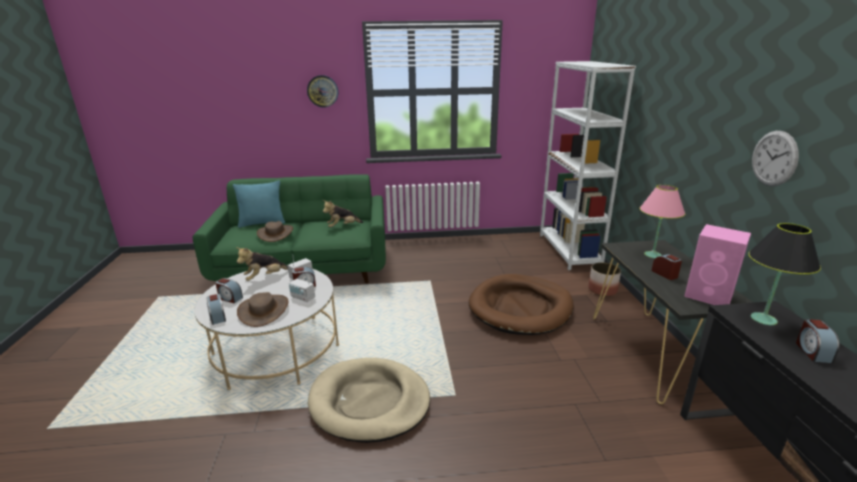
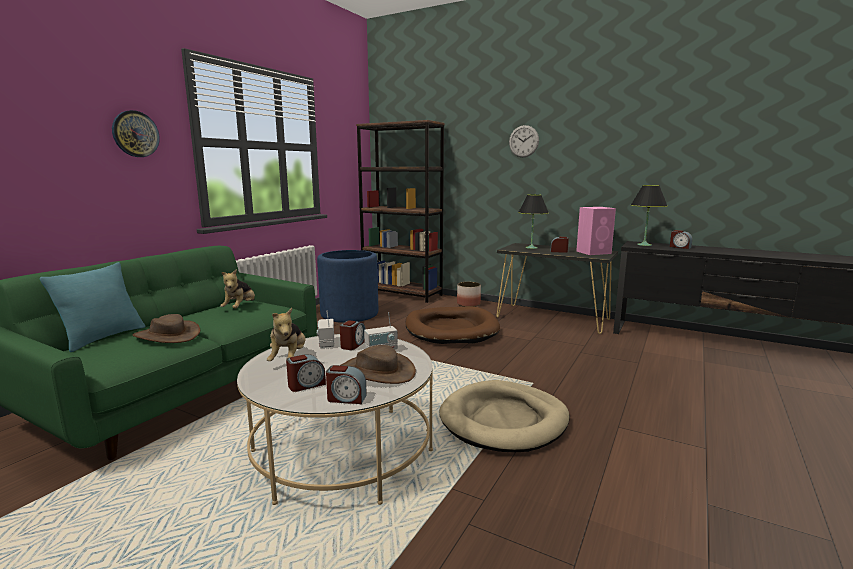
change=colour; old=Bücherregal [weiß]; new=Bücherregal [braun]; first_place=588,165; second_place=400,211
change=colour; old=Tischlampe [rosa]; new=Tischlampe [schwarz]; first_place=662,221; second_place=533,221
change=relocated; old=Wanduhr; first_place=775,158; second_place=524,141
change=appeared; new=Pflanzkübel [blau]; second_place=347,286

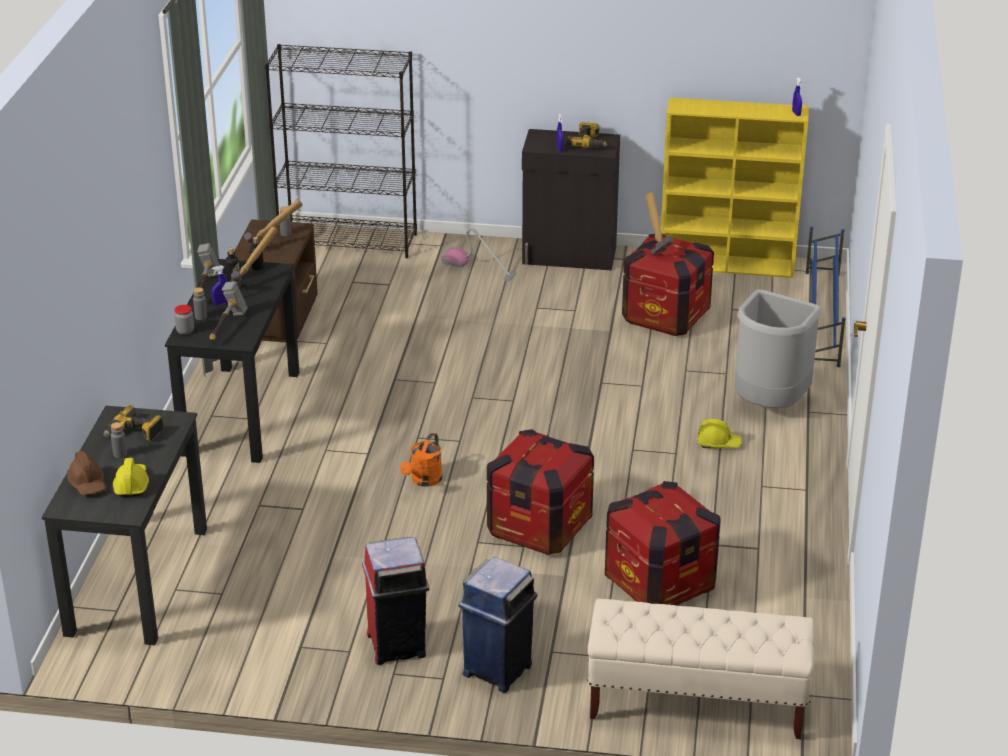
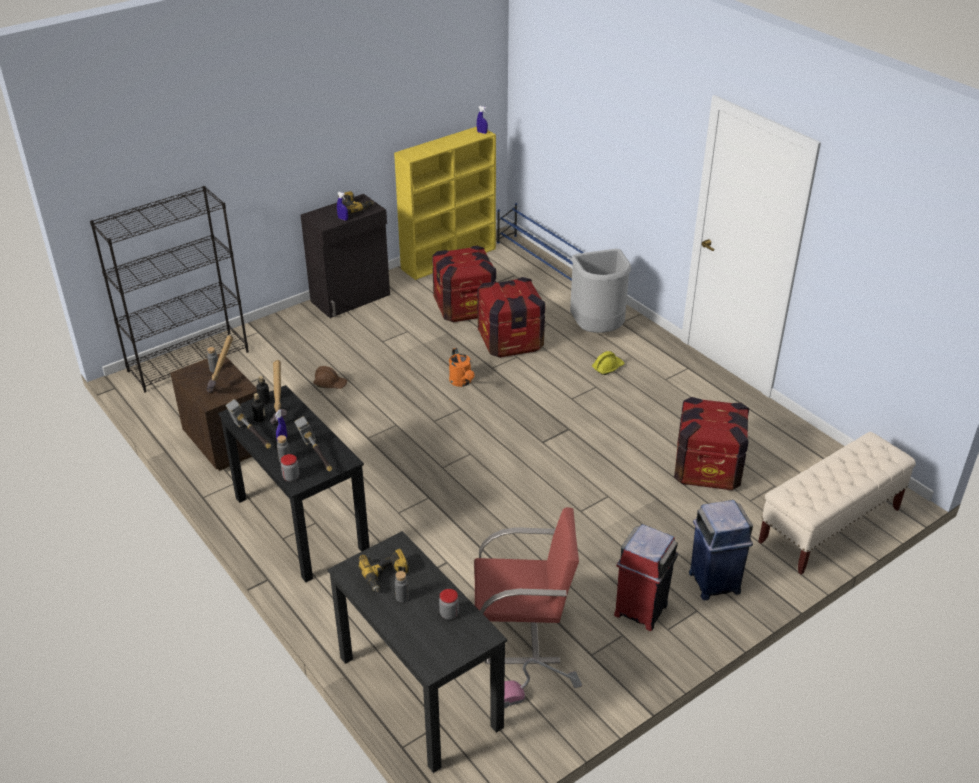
change=relocated; old=Schutzhelm [braun]; first_place=86,473; second_place=331,377
change=exchanged; old=Schutzhelm [gelb]; new=Vorratsglas; first_place=131,477; second_place=449,604
change=relocated; old=Gießkanne [orange]; first_place=421,460; second_place=462,367
change=relocated; old=Staubsauger; first_place=478,254; second_place=543,683
change=relocated; old=Kiste; first_place=540,492; second_place=511,317
change=missing; old=Hammer; first_place=659,223
change=appeared; new=Stuhl [rot]; second_place=526,585

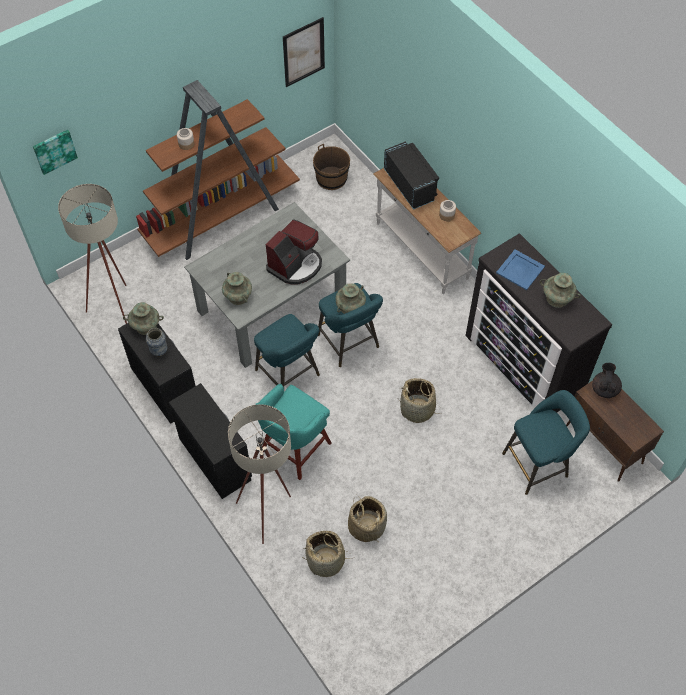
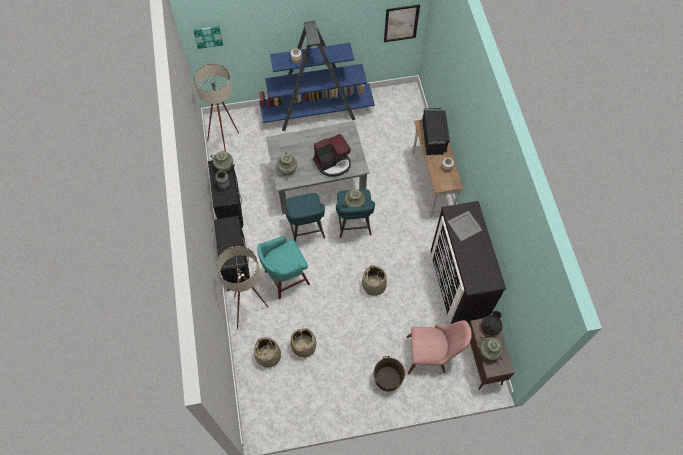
change=colour; old=Bücherregal [braun]; new=Bücherregal [blau]; first_place=218,170; second_place=317,75
change=relocated; old=Eimer [braun]; first_place=331,167; second_place=389,373
change=colour; old=Tablett [blau]; new=Tablett [grau]; first_place=520,269; second_place=464,226
change=exchanged; old=Hocker [türkis]; new=Stuhl [rosa]; first_place=546,442; second_place=439,347
change=relocated; old=Vase [türkis]; first_place=560,290; second_place=491,348

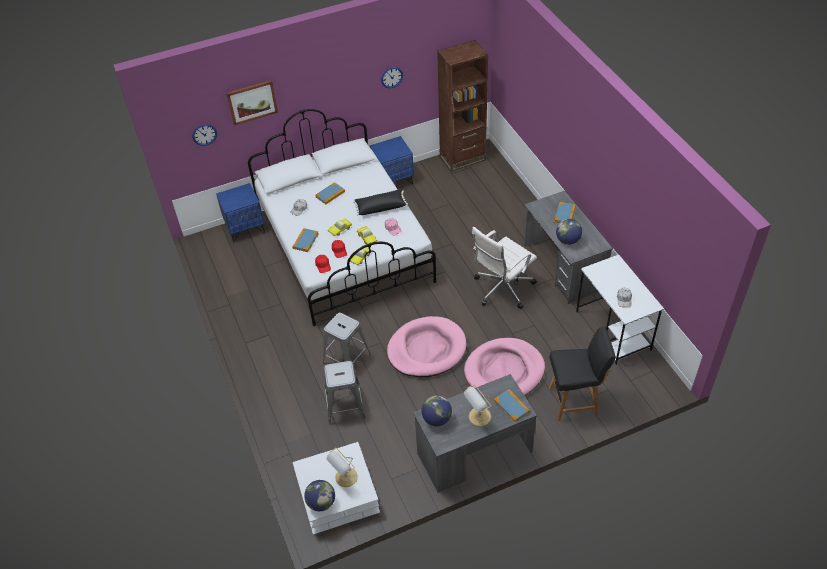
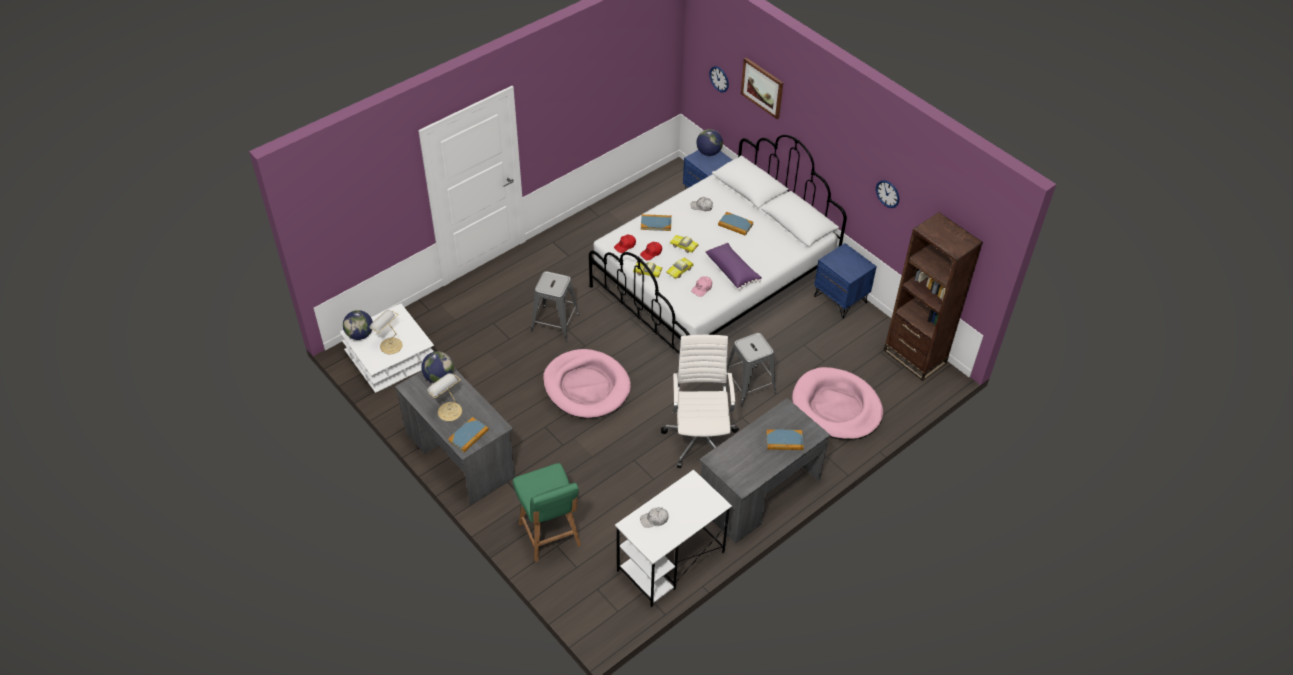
change=relocated; old=Hocker [grau]; first_place=345,392; second_place=751,370
change=colour; old=Kissen [schwarz]; new=Kissen [lila]; first_place=380,202; second_place=733,266
change=relocated; old=Hundebett [rosa]; first_place=504,367; second_place=837,403
change=spun; old=Bürostuhl [weiß]; first_place=504,268; second_place=700,401; degrees=60
change=colour; old=Stuhl [schwarz]; new=Stuhl [grün]; first_place=582,373; second_place=547,512
change=relocated; old=Globus; first_place=569,232; second_place=709,142

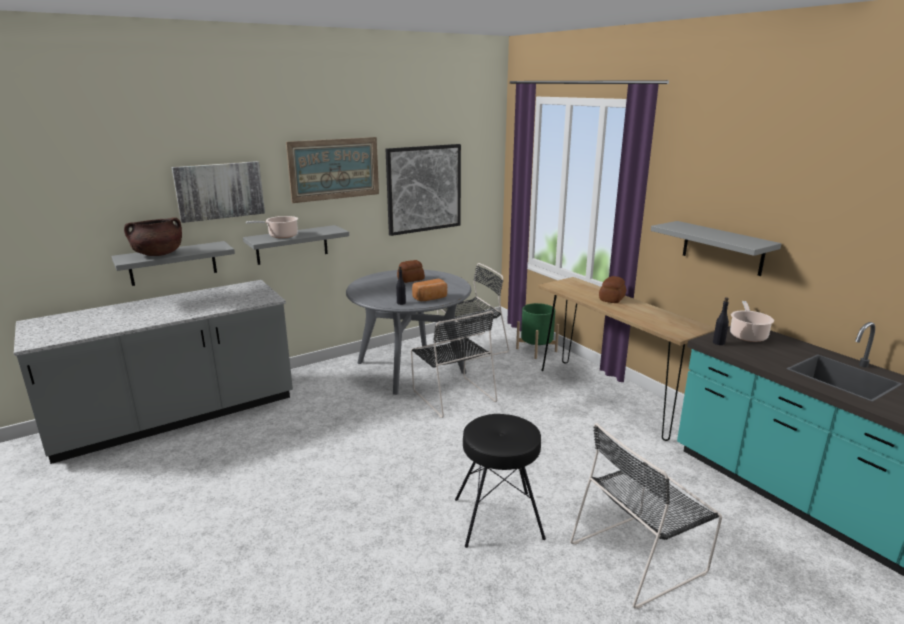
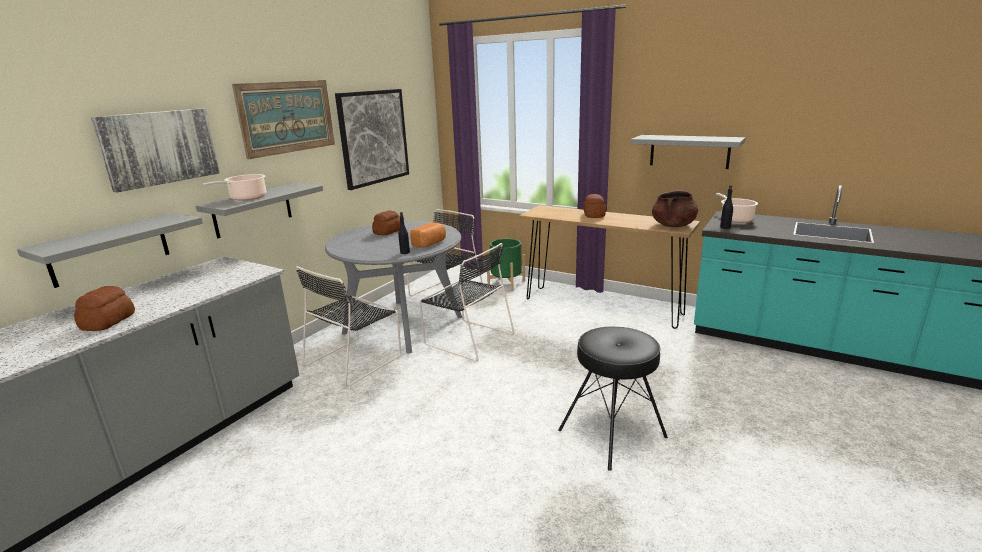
change=relocated; old=Kochtopf [braun]; first_place=153,236; second_place=675,208
change=relocated; old=Stuhl [schwarz]; first_place=646,516; second_place=348,326
change=appeared; new=Brot; second_place=104,308

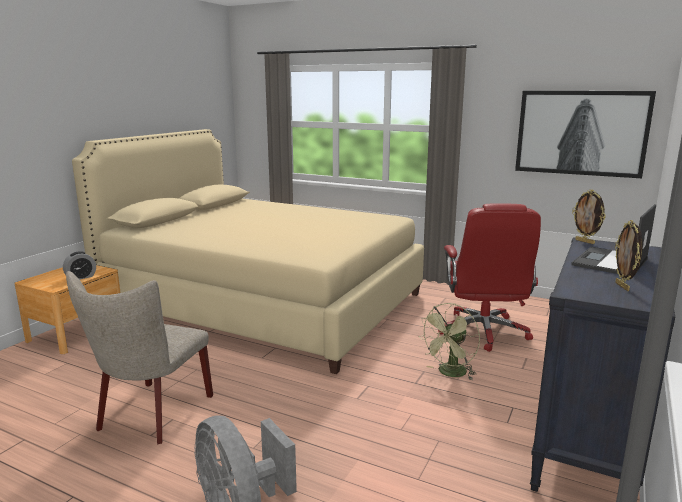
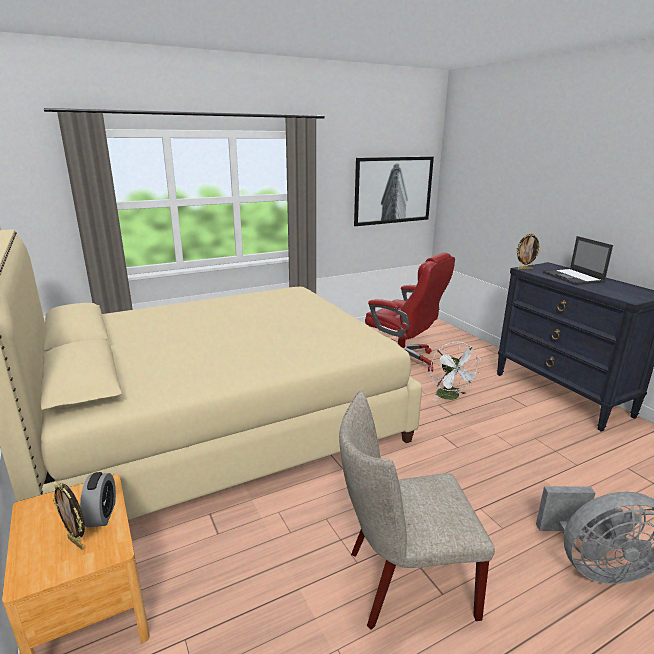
change=spun; old=Stuhl [beige]; first_place=139,357; second_place=417,510; degrees=120
change=colour; old=Ventilator [grün]; new=Ventilator [weiß]; first_place=449,341; second_place=455,371
change=relocated; old=Bilderrahmen; first_place=629,255; second_place=69,516

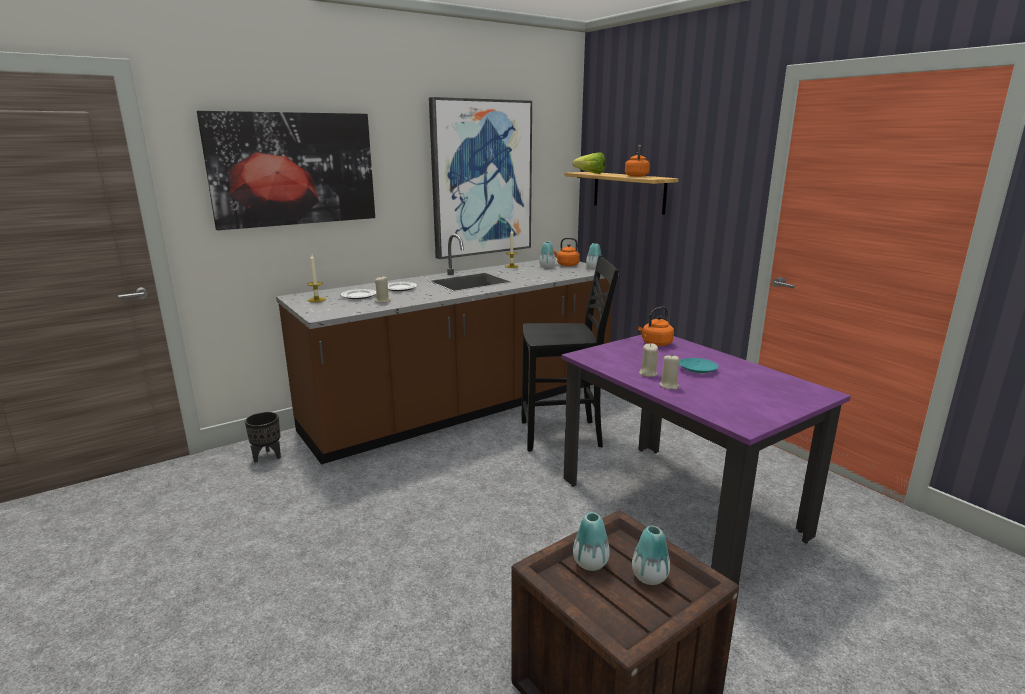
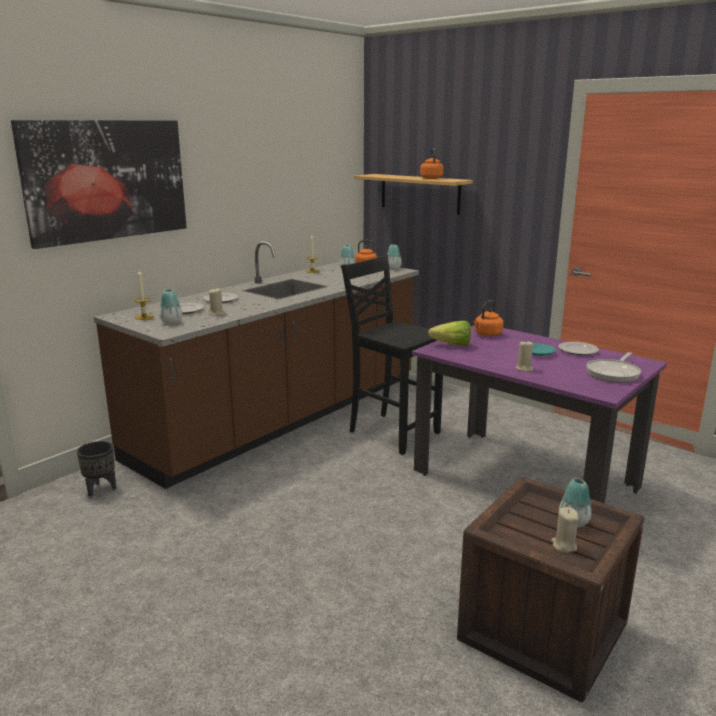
change=missing; old=Bild; first_place=480,178
change=spun; old=Stuhl [schwarz]; first_place=570,353; second_place=392,355; degrees=-120
change=relocated; old=Salatkopf; first_place=589,163; second_place=449,333
change=relocated; old=Vase; first_place=591,541; second_place=170,306
change=relocated; old=Kerze [beige]; first_place=648,360; second_place=565,530
change=appeared; new=Teller; second_place=578,348
change=appeared; new=Pfanne; second_place=613,367

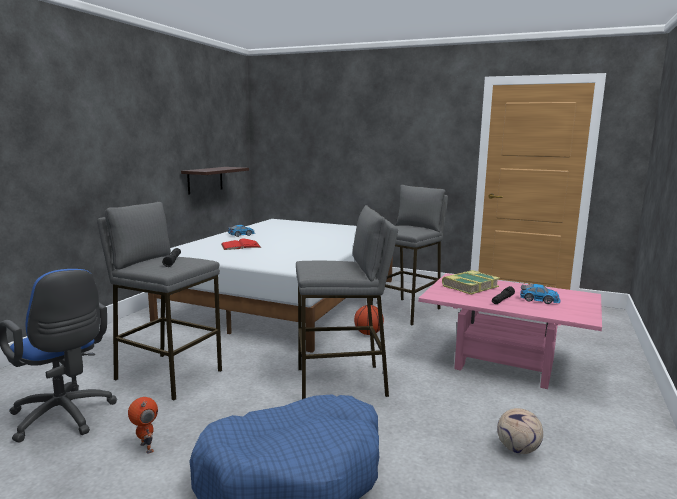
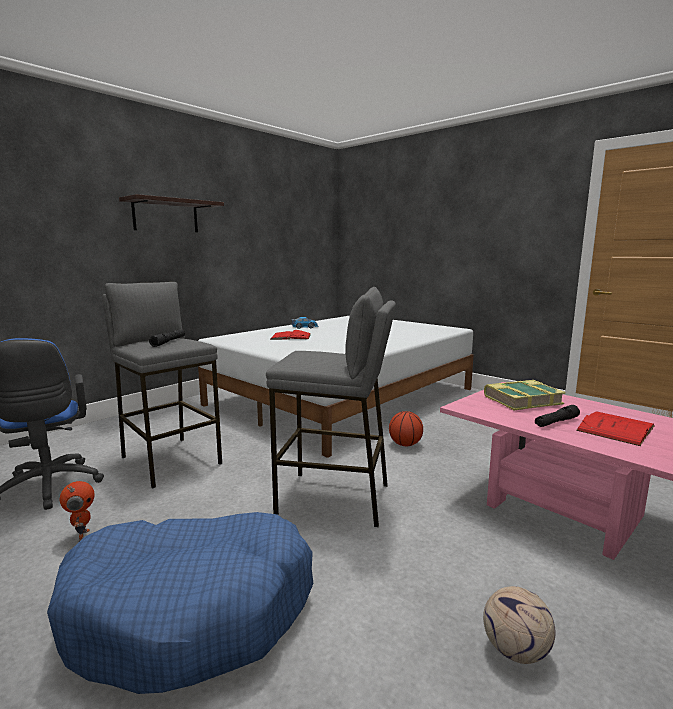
change=relocated; old=Wandregal; first_place=215,181; second_place=171,213
change=missing; old=Hocker [grau]; first_place=409,255
change=exchanged; old=Spielzeugauto; new=Buch [rot]; first_place=540,294; second_place=615,428

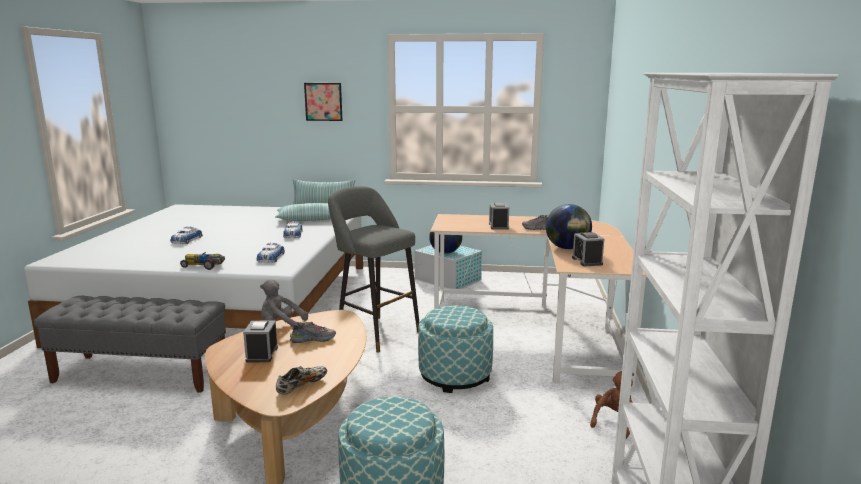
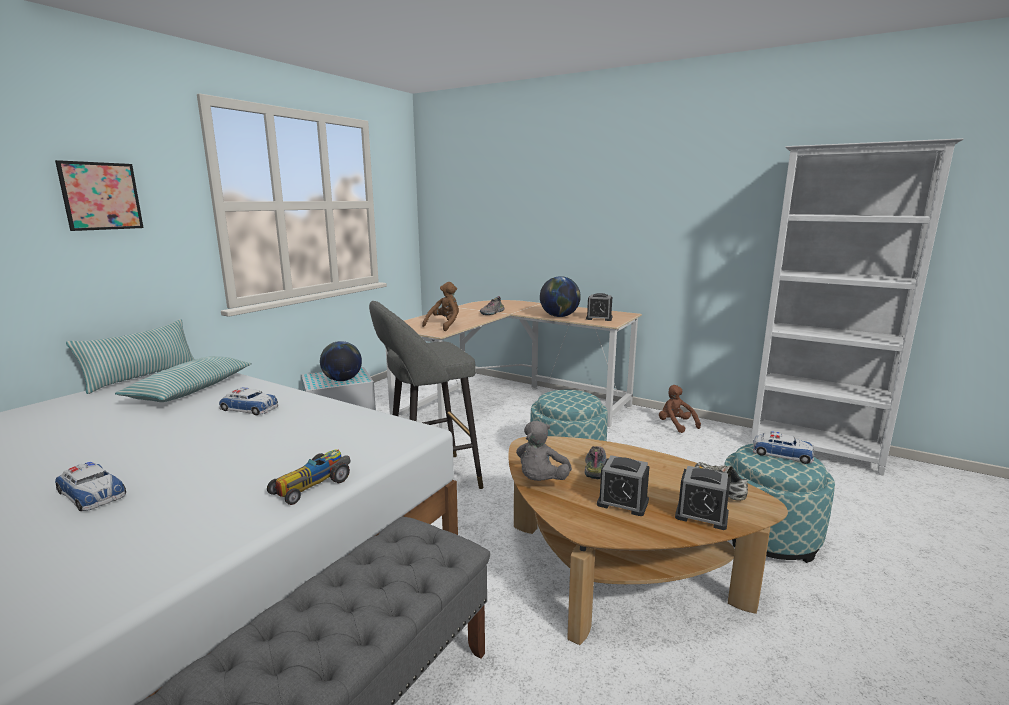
change=relocated; old=Spielzeugauto; first_place=271,253; second_place=783,447
change=relocated; old=Wecker; first_place=499,216; second_place=703,498
change=appeared; new=Plüschtier [braun]; second_place=440,306

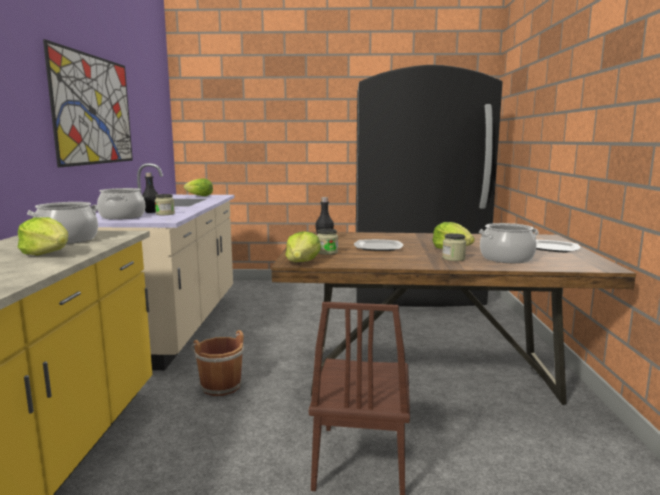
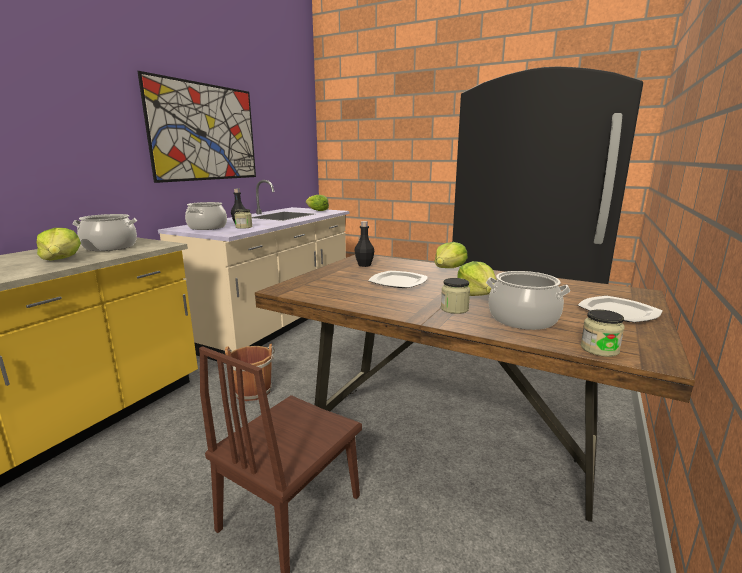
change=relocated; old=Salatkopf; first_place=303,246; second_place=451,255
change=relocated; old=Vorratsglas; first_place=327,242; second_place=603,333

